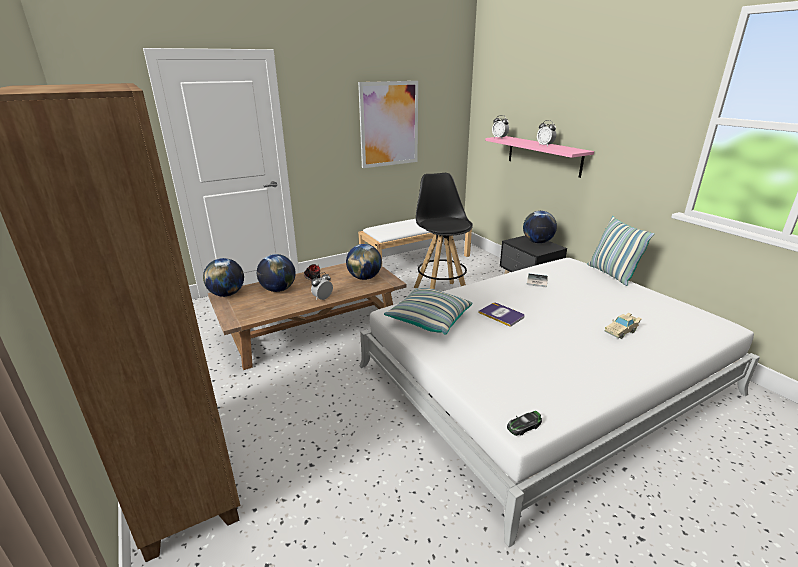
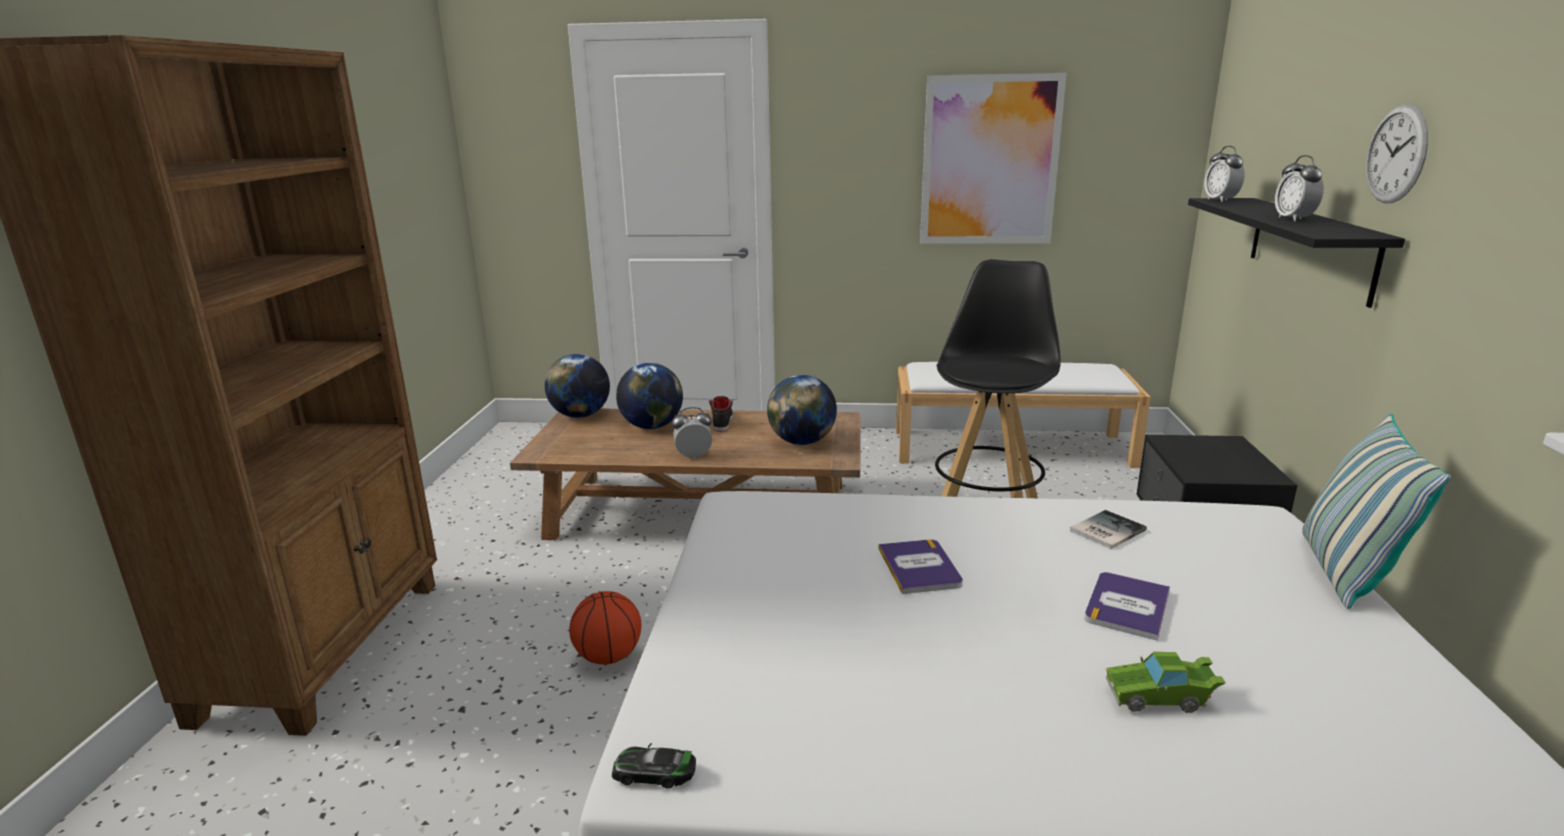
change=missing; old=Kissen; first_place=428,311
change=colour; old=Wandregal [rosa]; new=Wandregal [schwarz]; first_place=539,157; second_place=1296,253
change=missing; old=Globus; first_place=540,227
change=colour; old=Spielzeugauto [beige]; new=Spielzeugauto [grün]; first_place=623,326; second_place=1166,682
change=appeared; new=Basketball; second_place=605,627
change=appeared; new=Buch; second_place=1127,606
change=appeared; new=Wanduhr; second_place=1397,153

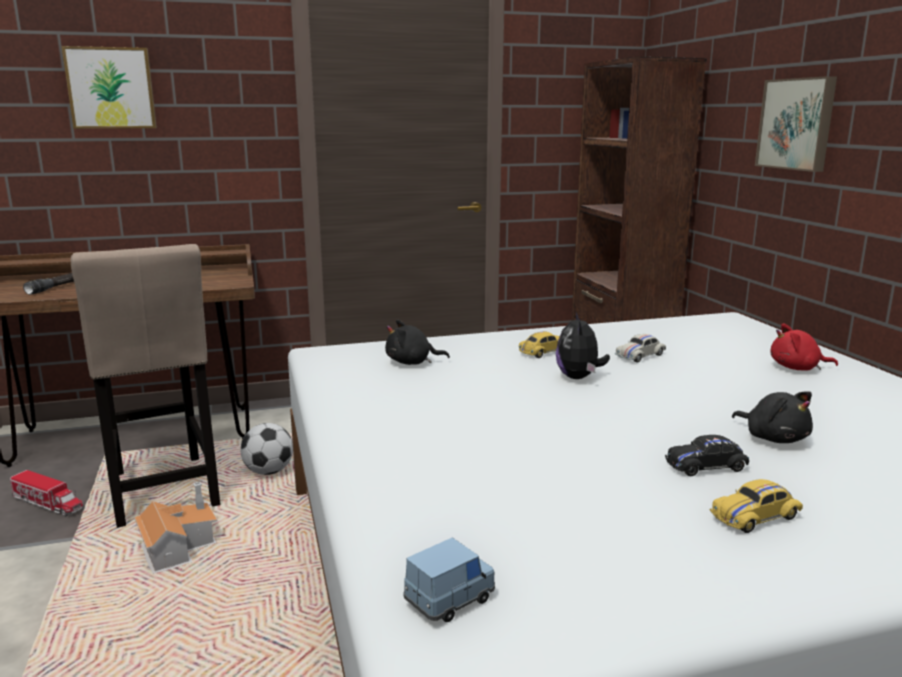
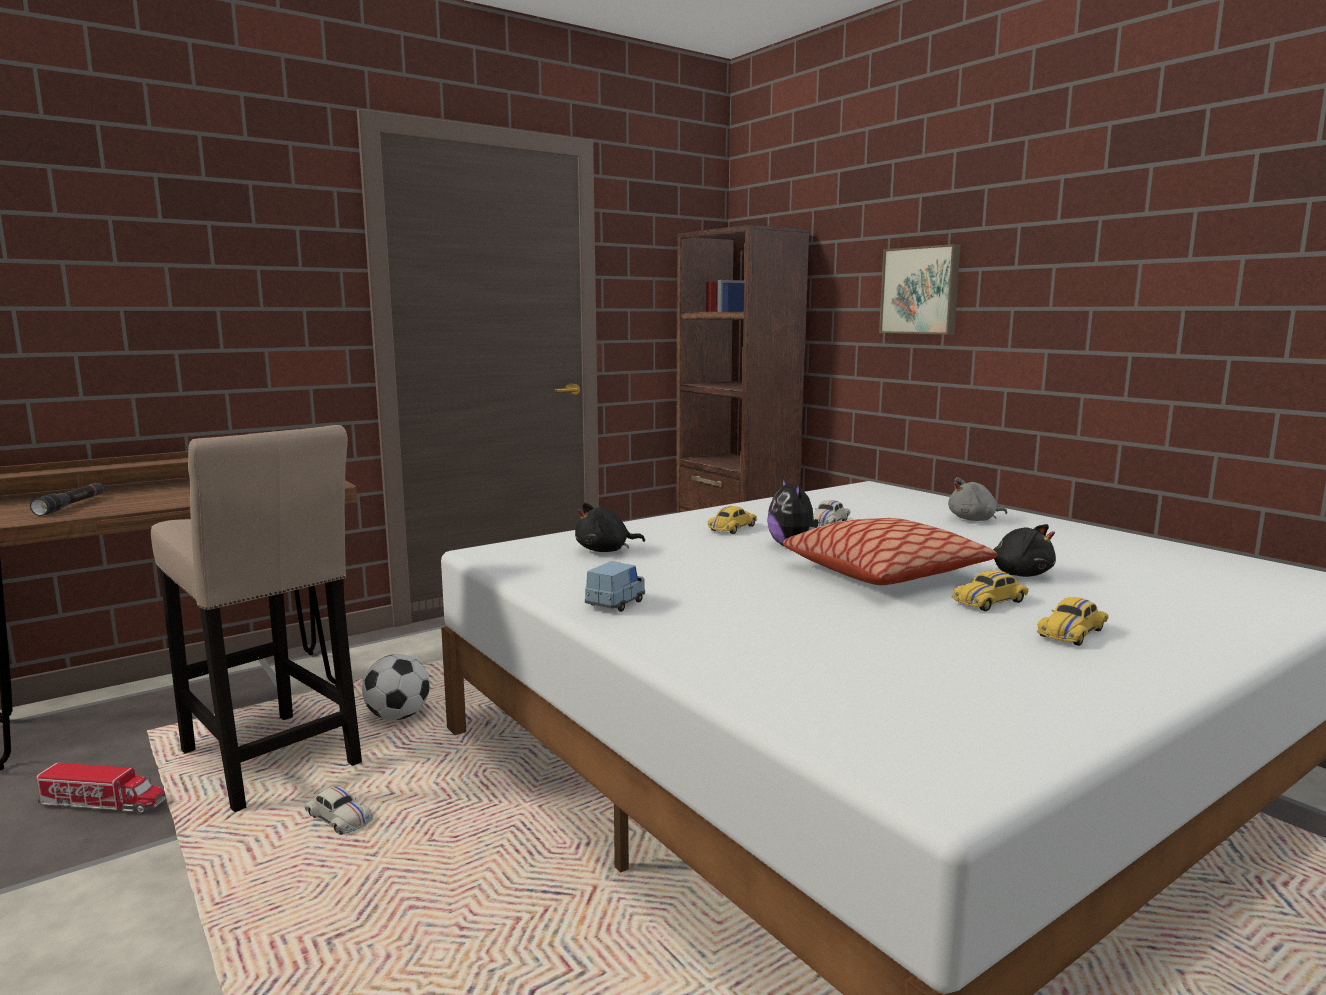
change=missing; old=Bild; first_place=109,87
change=exchanged; old=Spielzeughaus; new=Spielzeugauto [weiß]; first_place=175,528; second_place=338,810
change=relocated; old=Spielzeugauto [blau]; first_place=449,580; second_place=615,586
change=colour; old=Spielzeugauto [schwarz]; new=Spielzeugauto [gelb]; first_place=707,455; second_place=989,590
change=colour; old=Plüschtier [rot]; new=Plüschtier [grau]; first_place=804,347; second_place=977,499
change=appeared; new=Kissen; second_place=890,551

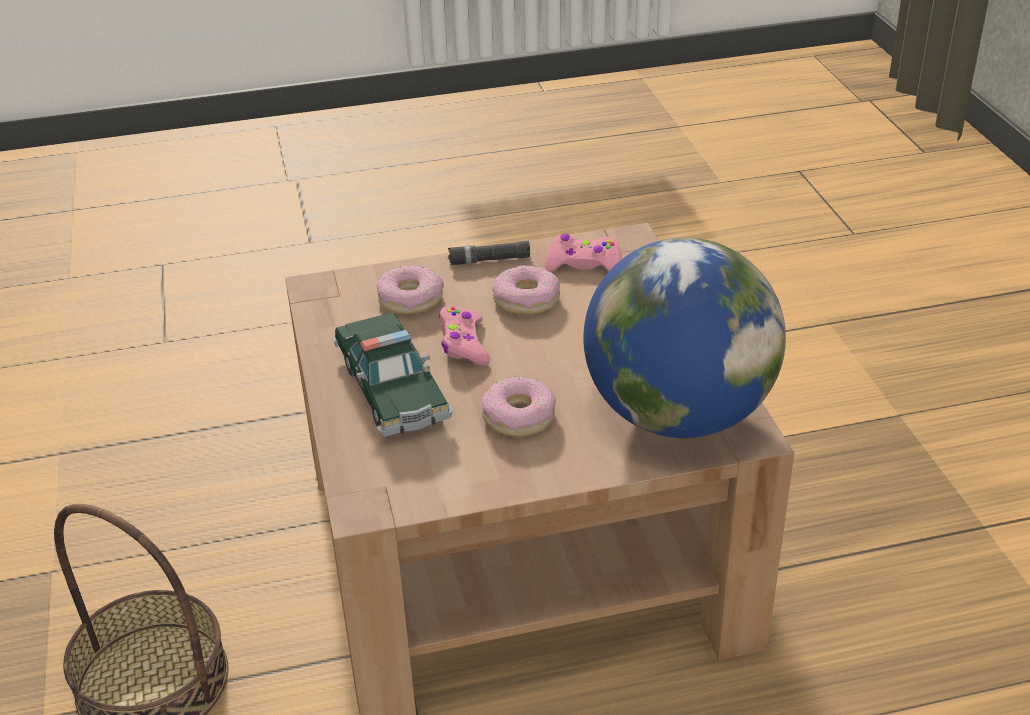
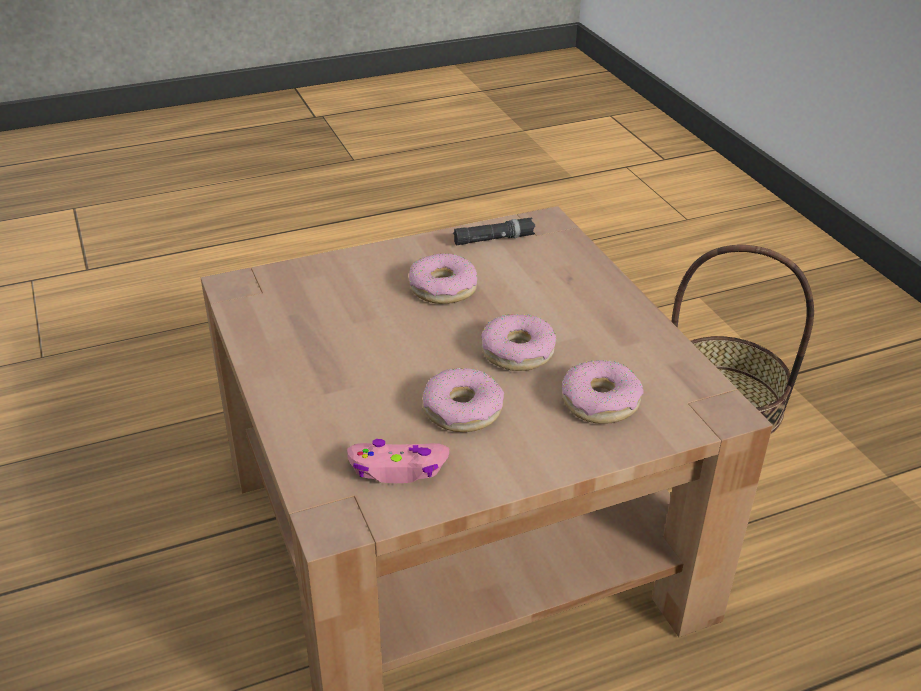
change=missing; old=Spielzeugauto; first_place=392,375
change=exchanged; old=Gamepad [rosa]; new=Donut; first_place=464,336; second_place=518,342
change=relocated; old=Taschenlampe [schwarz]; first_place=489,253; second_place=494,231
change=missing; old=Globus; first_place=684,338

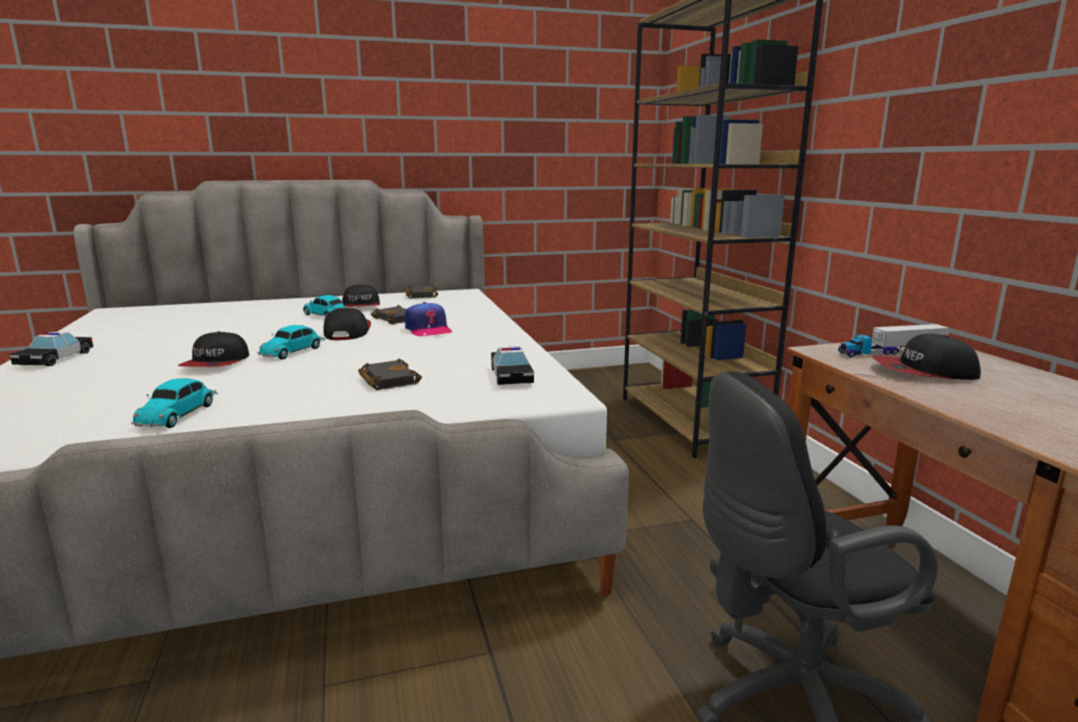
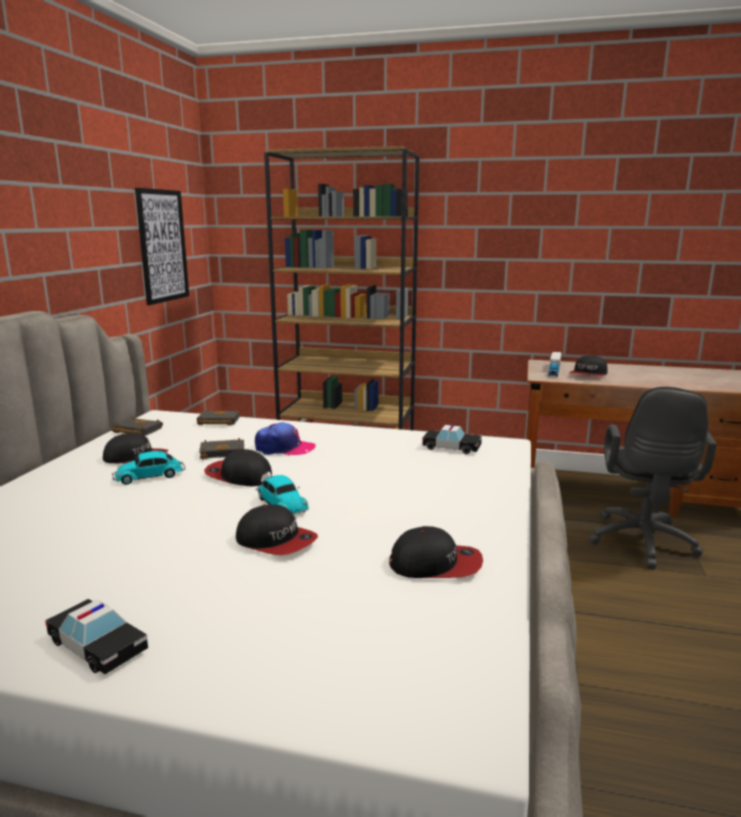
change=exchanged; old=Spielzeugauto; new=Kappe; first_place=174,403; second_place=436,552
change=relocated; old=Buch [schwarz]; first_place=390,374; second_place=218,417
change=appeared; new=Bild; second_place=162,246

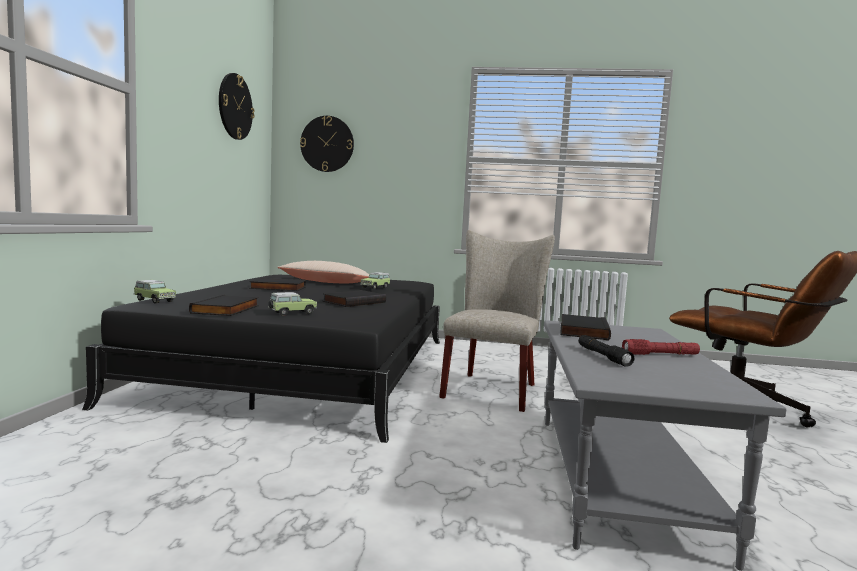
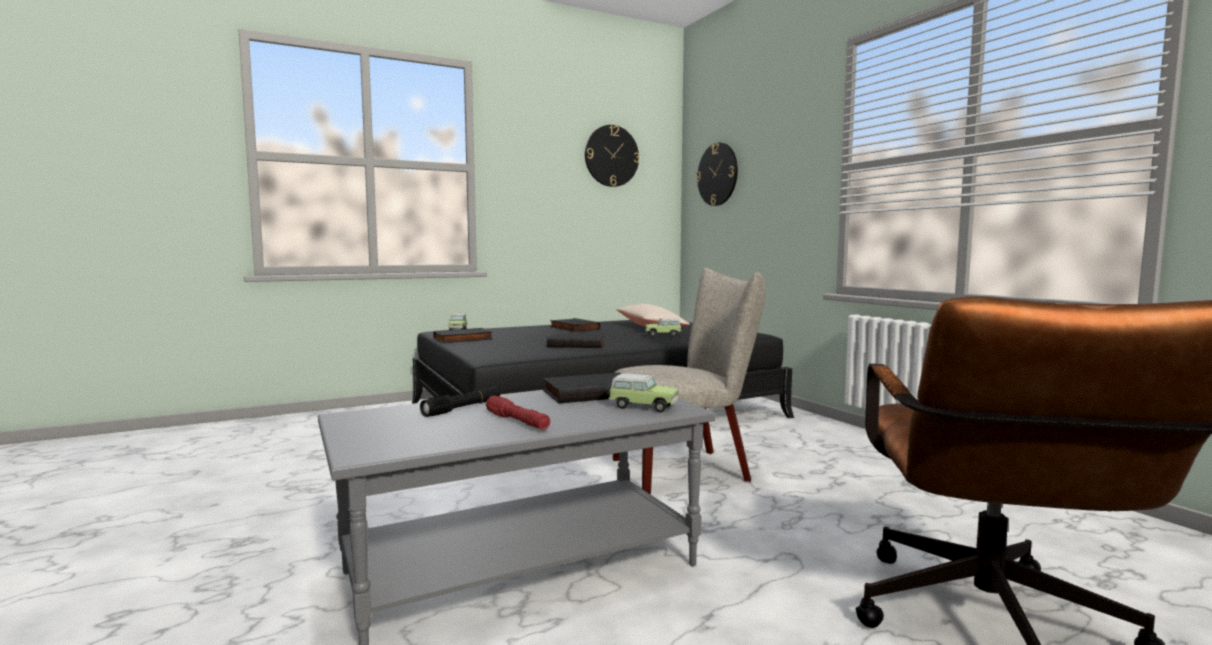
change=relocated; old=Spielzeugauto; first_place=293,304; second_place=642,393

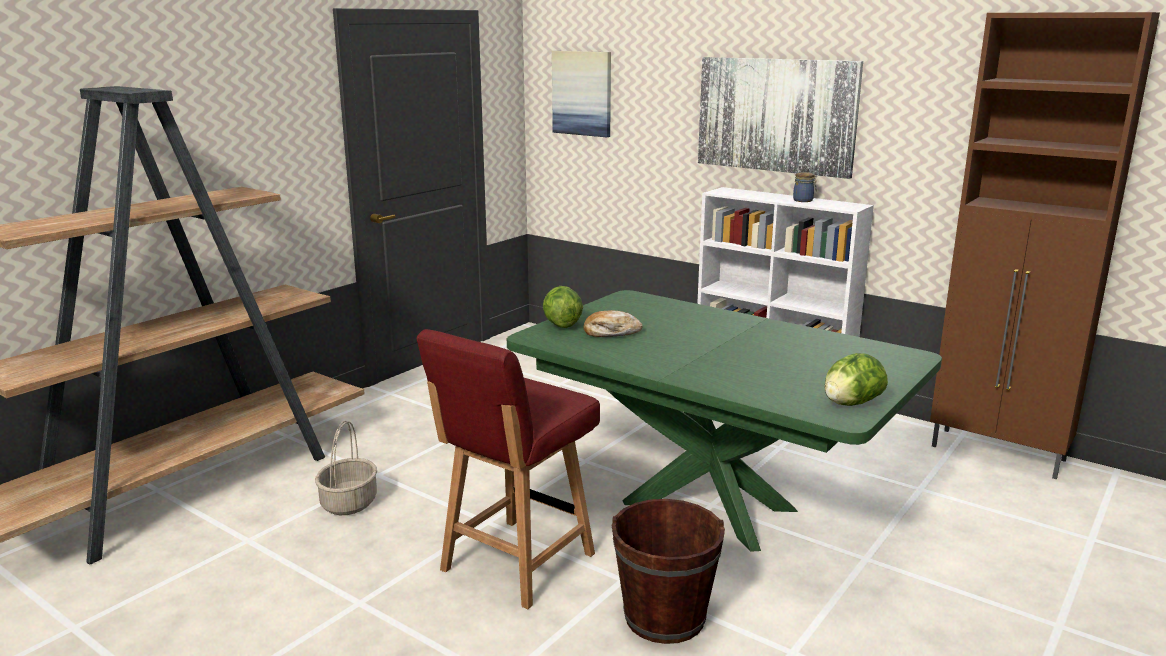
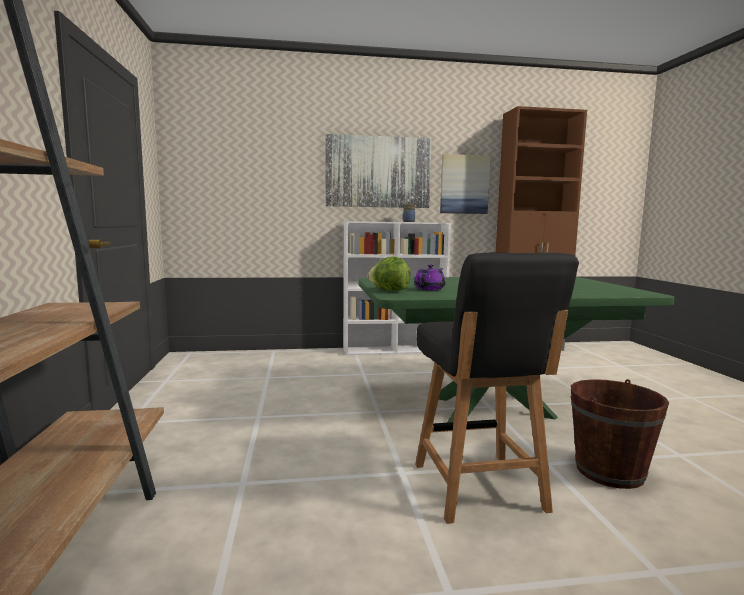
change=missing; old=Korb; first_place=346,468
change=colour; old=Stuhl [rot]; new=Stuhl [schwarz]; first_place=508,469; second_place=497,388
change=relocated; old=Bild; first_place=581,94; second_place=465,184
change=exchanged; old=Brot; new=Teekanne [lila]; first_place=613,323; second_place=430,277
change=missing; old=Salatkopf; first_place=856,379

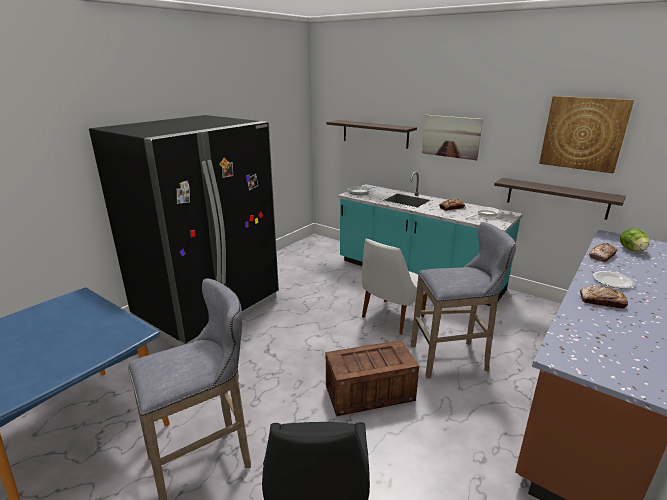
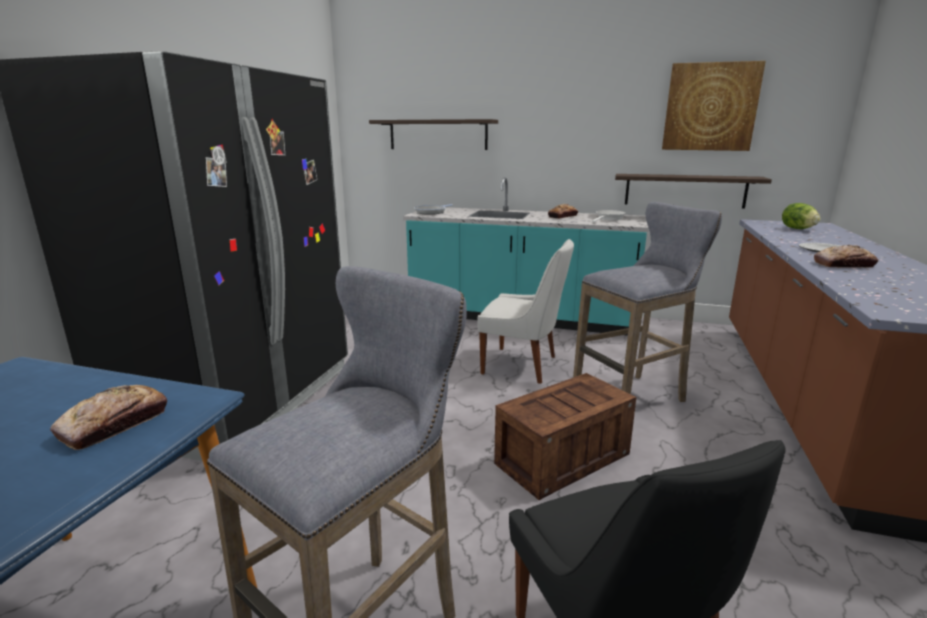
change=spun; old=Stuhl [weiß]; first_place=394,286; second_place=526,311; degrees=-90
change=missing; old=Bild; first_place=452,138
change=relocated; old=Brot; first_place=603,252; second_place=108,417

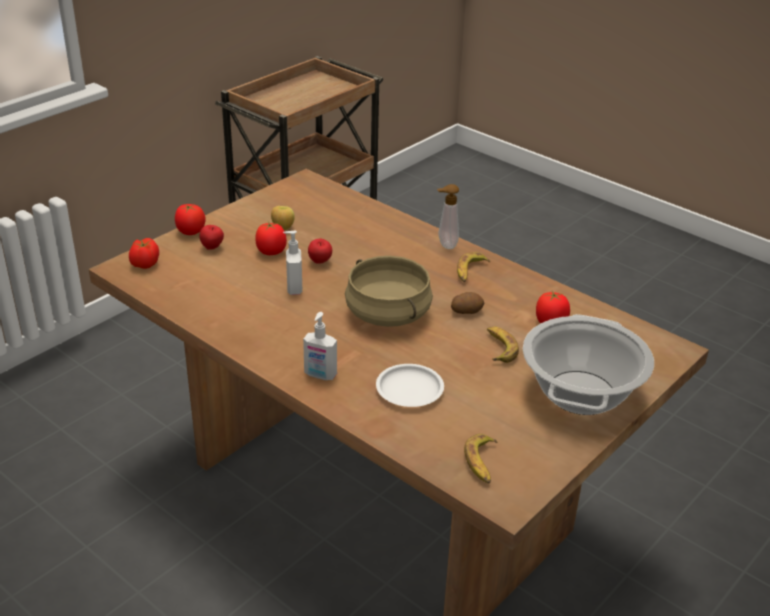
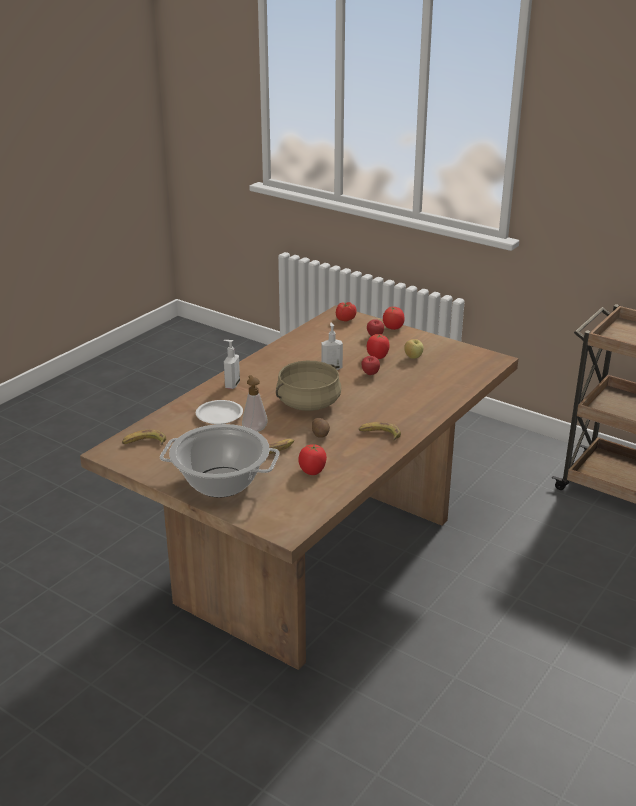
change=relocated; old=Seifenspender; first_place=448,216; second_place=255,403

